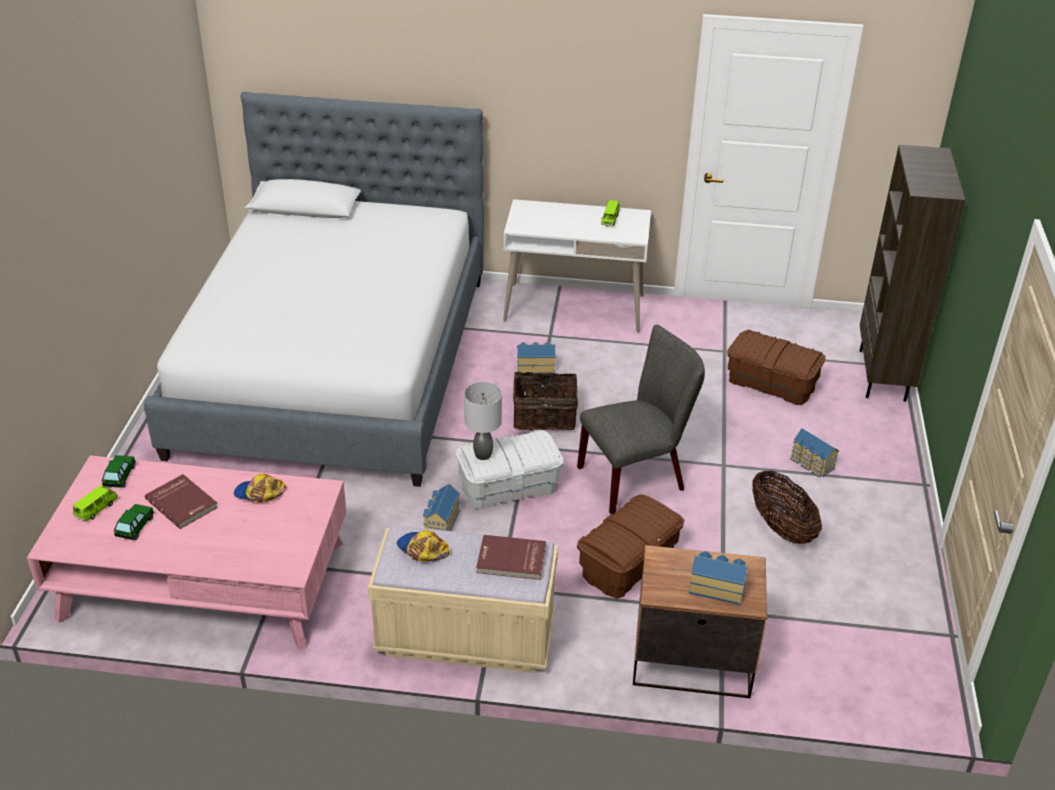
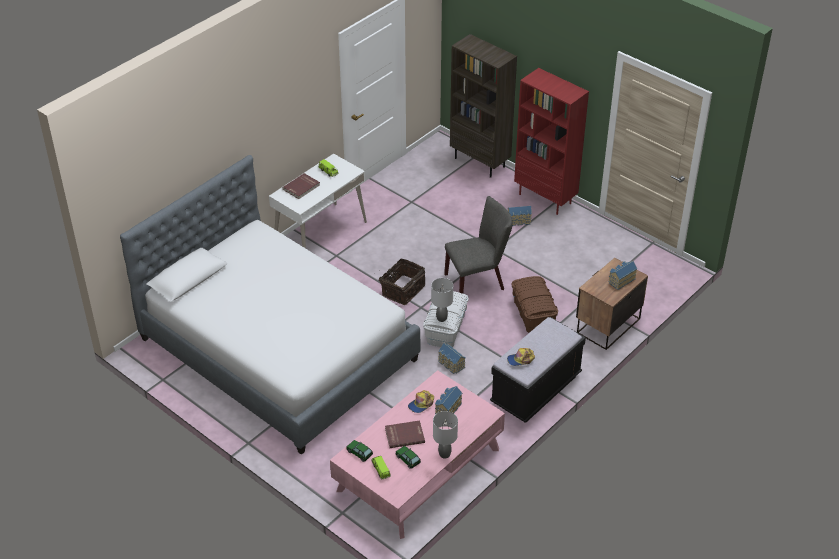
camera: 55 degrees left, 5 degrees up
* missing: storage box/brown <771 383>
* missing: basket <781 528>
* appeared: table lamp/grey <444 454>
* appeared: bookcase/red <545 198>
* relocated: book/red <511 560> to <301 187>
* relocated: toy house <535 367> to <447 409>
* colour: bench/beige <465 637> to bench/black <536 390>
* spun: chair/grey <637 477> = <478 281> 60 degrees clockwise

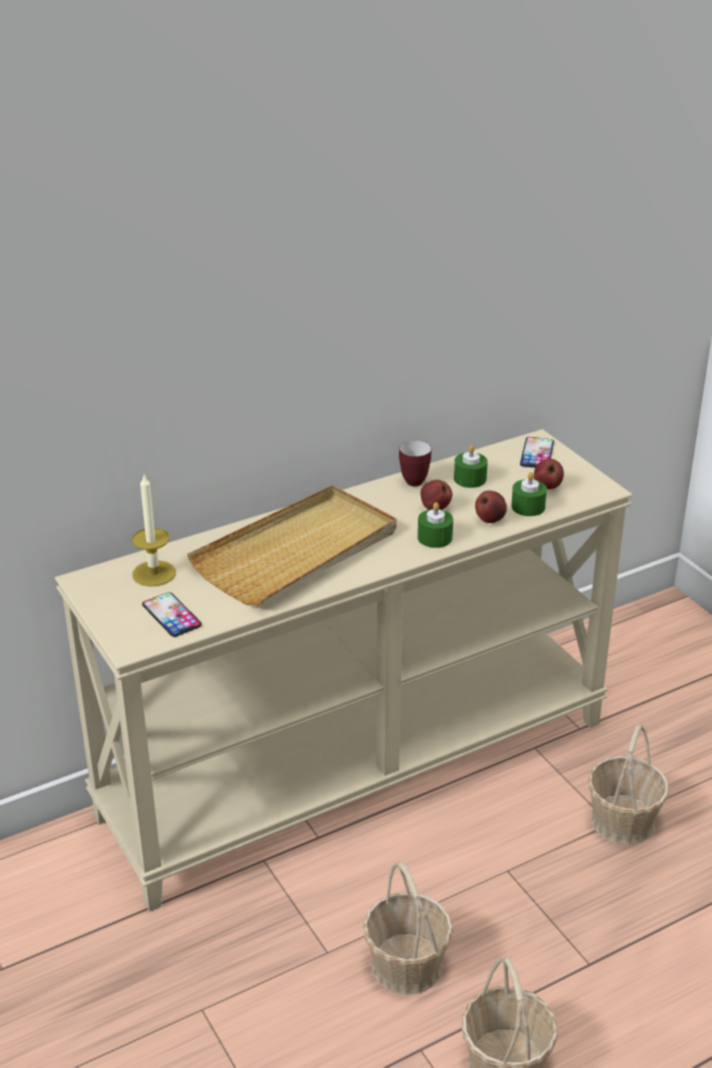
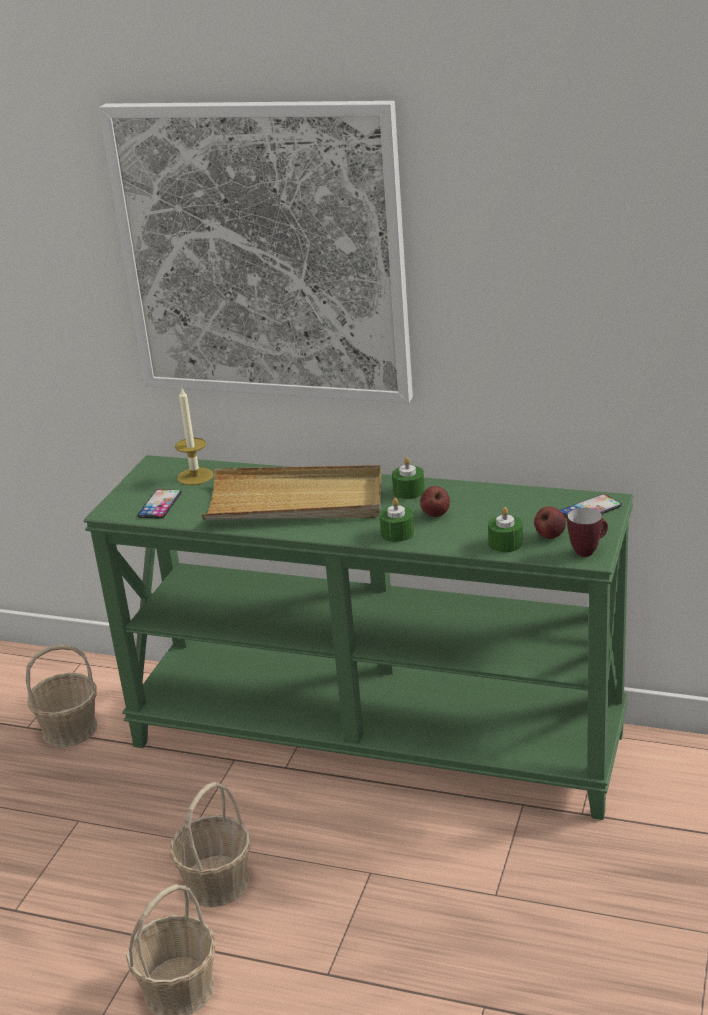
camera: 50 degrees right, 5 degrees down
* missing: apple <490 520>
* appeared: picture <262 253>
* relocated: mug <414 479> to <588 550>
* relocated: candle/green <470 479> to <408 491>
* relocated: basket <622 821> to <69 729>
* colour: console table/beige <356 766> to console table/green <376 738>

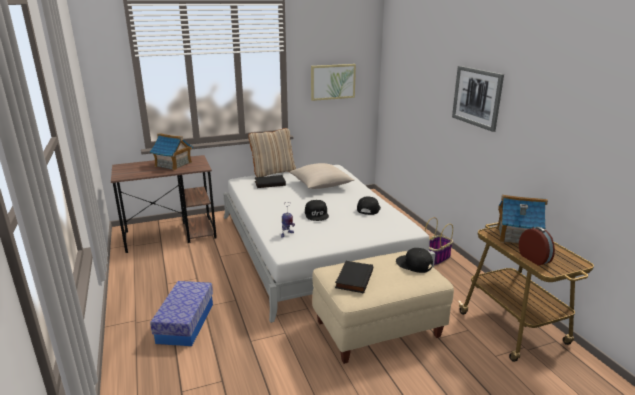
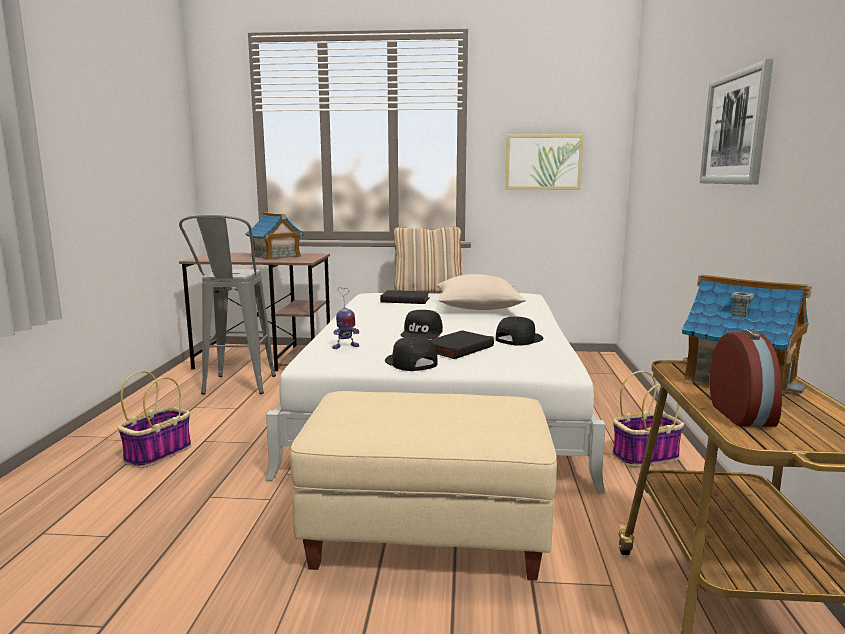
camera: 25 degrees right, 10 degrees down
* appeared: stool/grey <236 389>
* relocated: book/black <353 278> to <457 348>
* relocated: cap/black <414 264> to <410 362>
* exchanged: storage box <185 322> to basket <158 453>

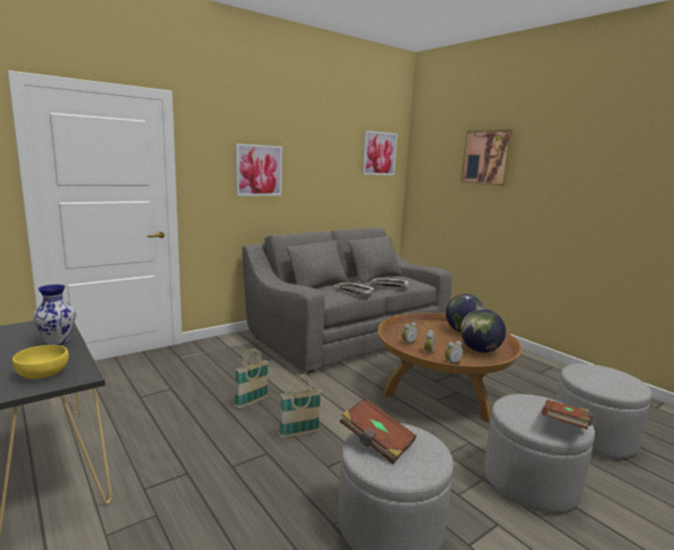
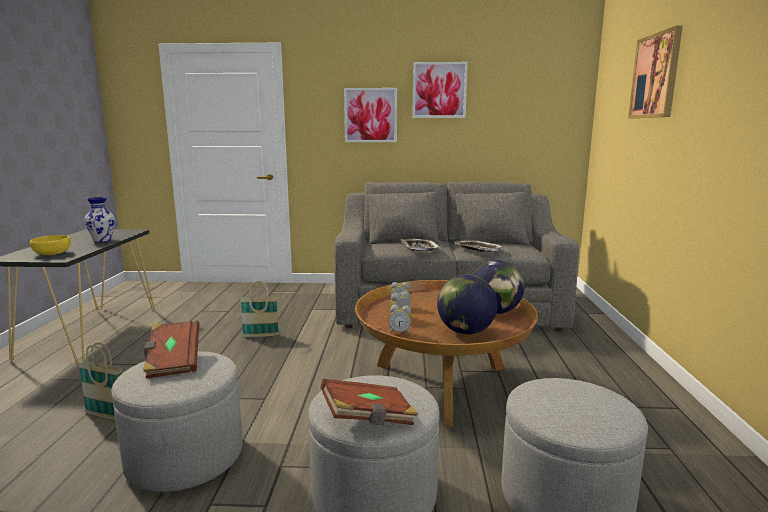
camera: 40 degrees right, 0 degrees up
* relocated: basket <299 433> to <107 416>
* relocated: picture <379 153> to <439 90>

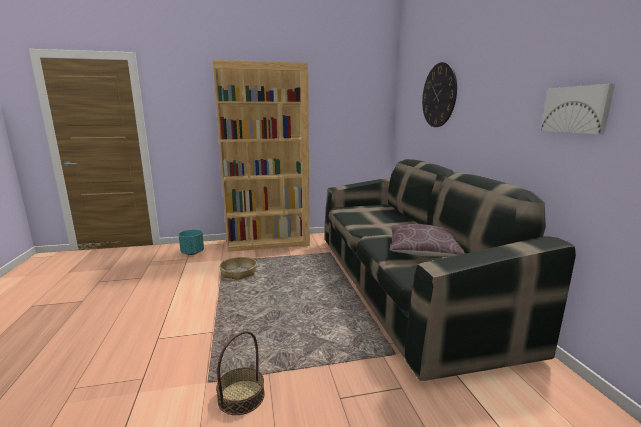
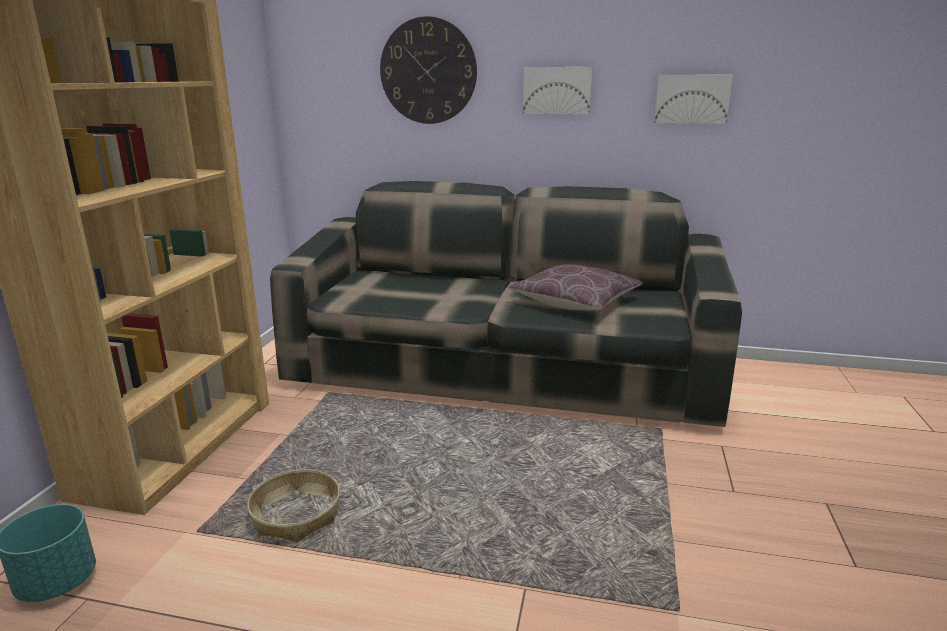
camera: 65 degrees left, 5 degrees up
* missing: basket <241 396>
* appeared: picture <557 90>

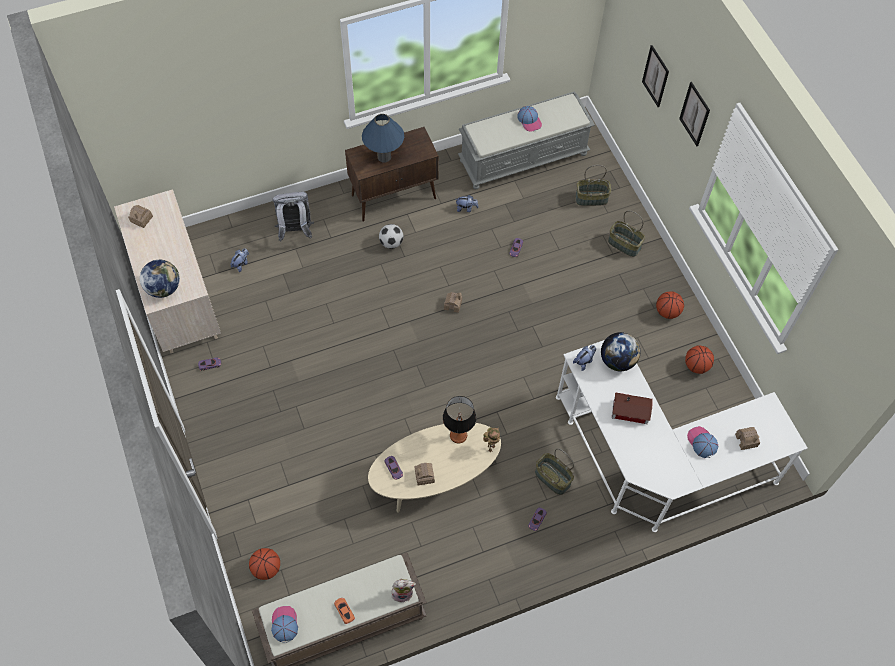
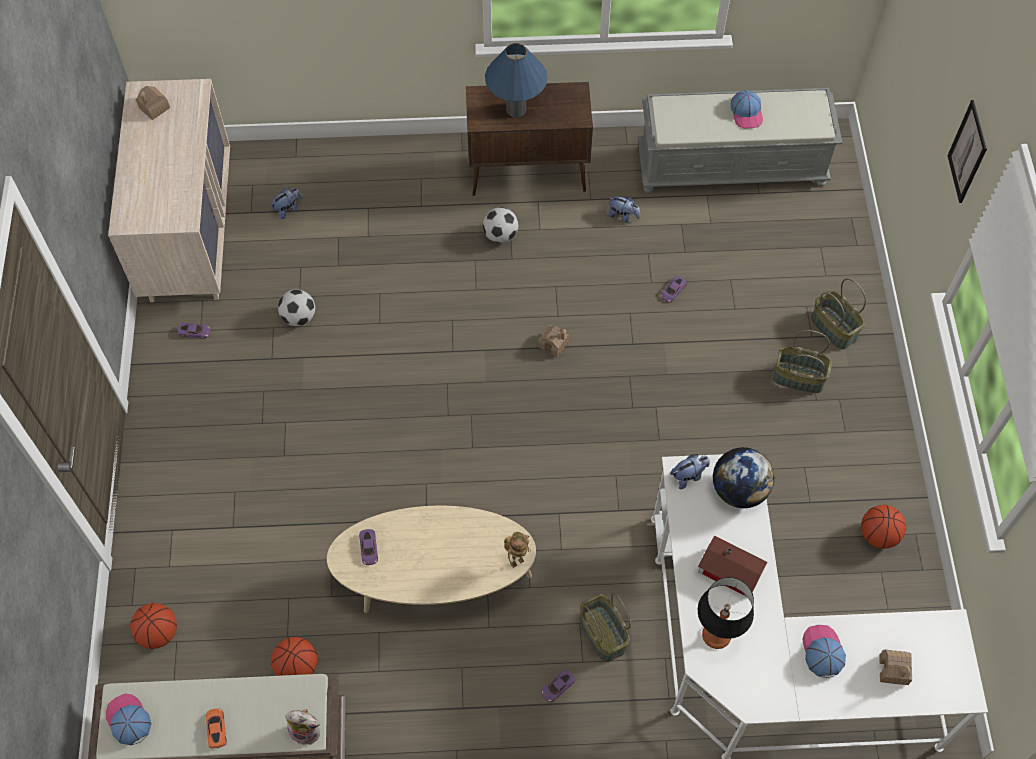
camera: 20 degrees right, 0 degrees up
* missing: globe <163 288>
* missing: backpack/grey <295 231>
* missing: toy house <424 476>
* missing: picture <655 76>
* appeared: football <299 317>
* relocated: table lamp <458 435> to <716 635>
* relocated: basket <591 199> to <798 378>
* relocated: basketball <667 312> to <297 667>
* spun: cap <284 624> = <128 720> 45 degrees counterclockwise

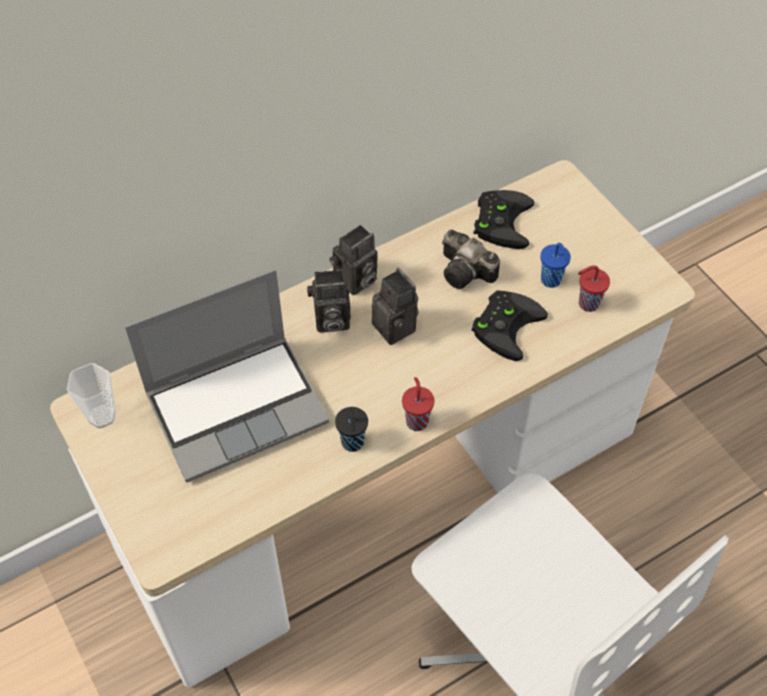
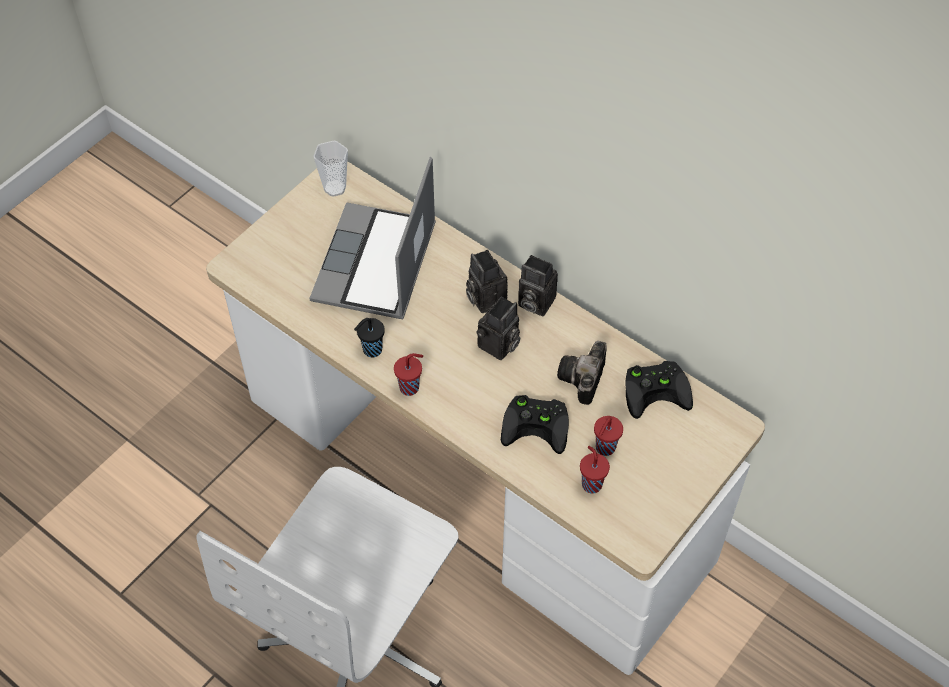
camera: 70 degrees right, 0 degrees up
* colour: cup/blue <551 281> to cup/red <604 448>
* spun: laptop <238 406> = <376 265> 60 degrees clockwise

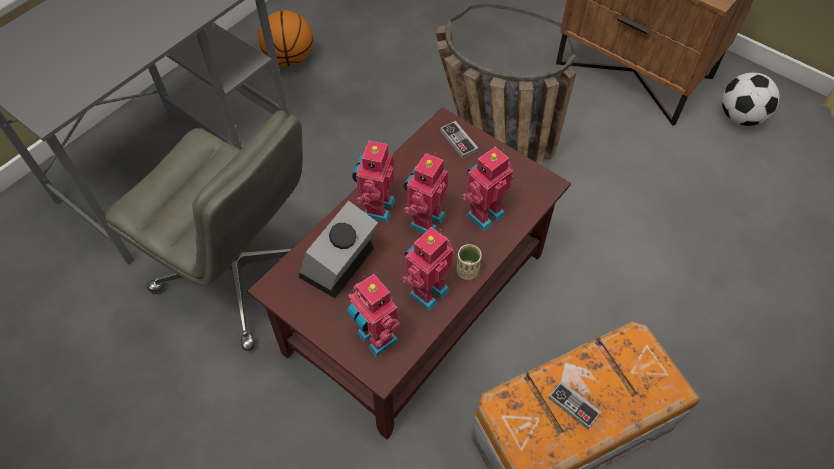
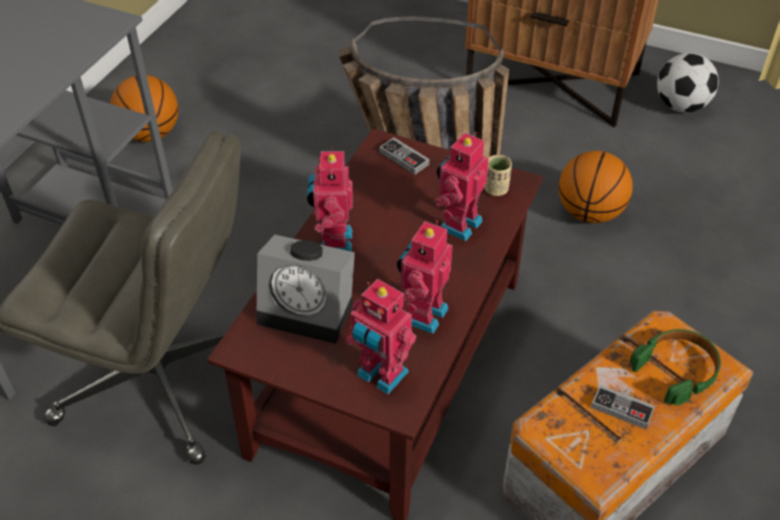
camera: 15 degrees left, 10 degrees down
* missing: toy robot <425 220>
* appeared: basketball <589 213>
* appeared: headphones/green <676 370>
* relocated: cup/beige <467 271> to <496 189>
* spun: alarm clock <338 266> = <310 310> 90 degrees counterclockwise

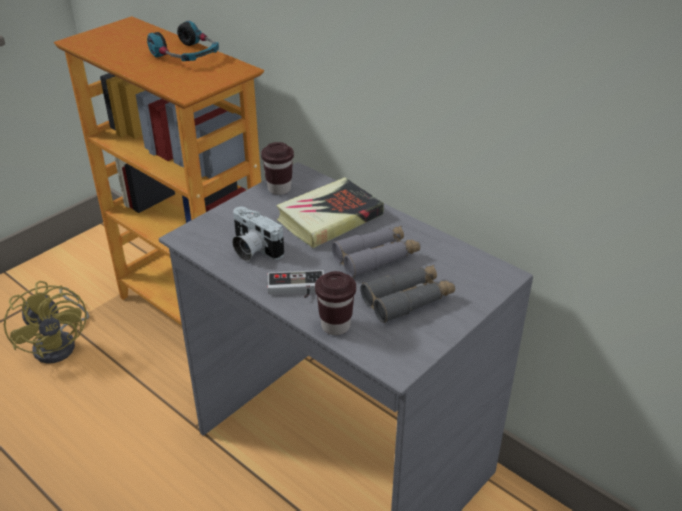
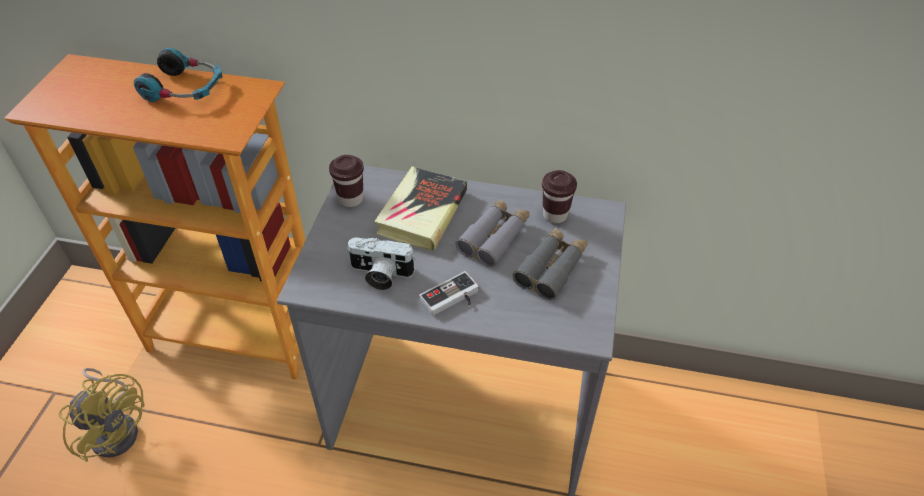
camera: 30 degrees left, 10 degrees up
* relocated: cup/brown <335 326> to <555 215>

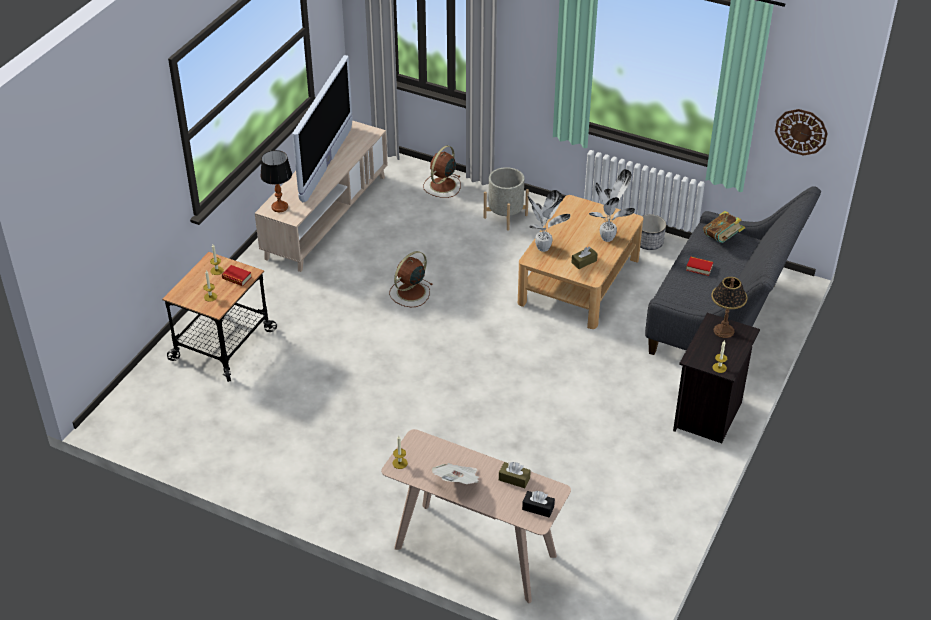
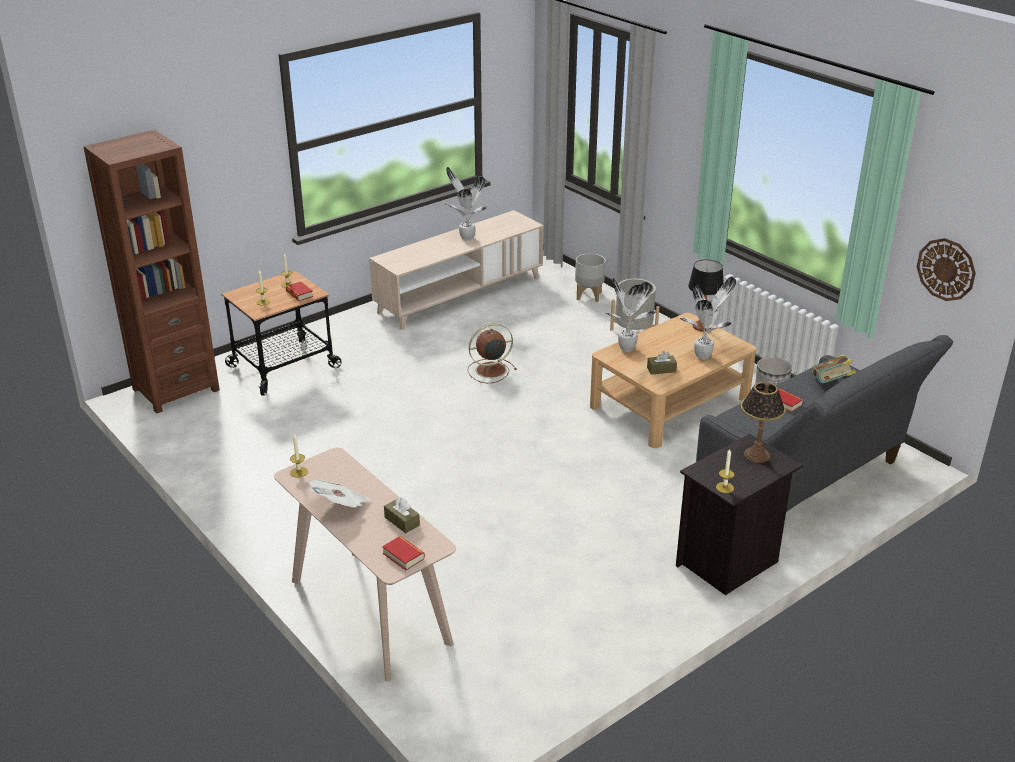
camera: 25 degrees right, 10 degrees down
* appeared: bookcase/brown <176 389>
* relocated: table lamp <279 207> to <701 326>
* exchanged: television <327 164> to potted plant <466 238>
* exchanged: fan/brown <442 185> to planter/grey <589 296>
* exchanged: tissue box/black <538 508> to book <403 556>

